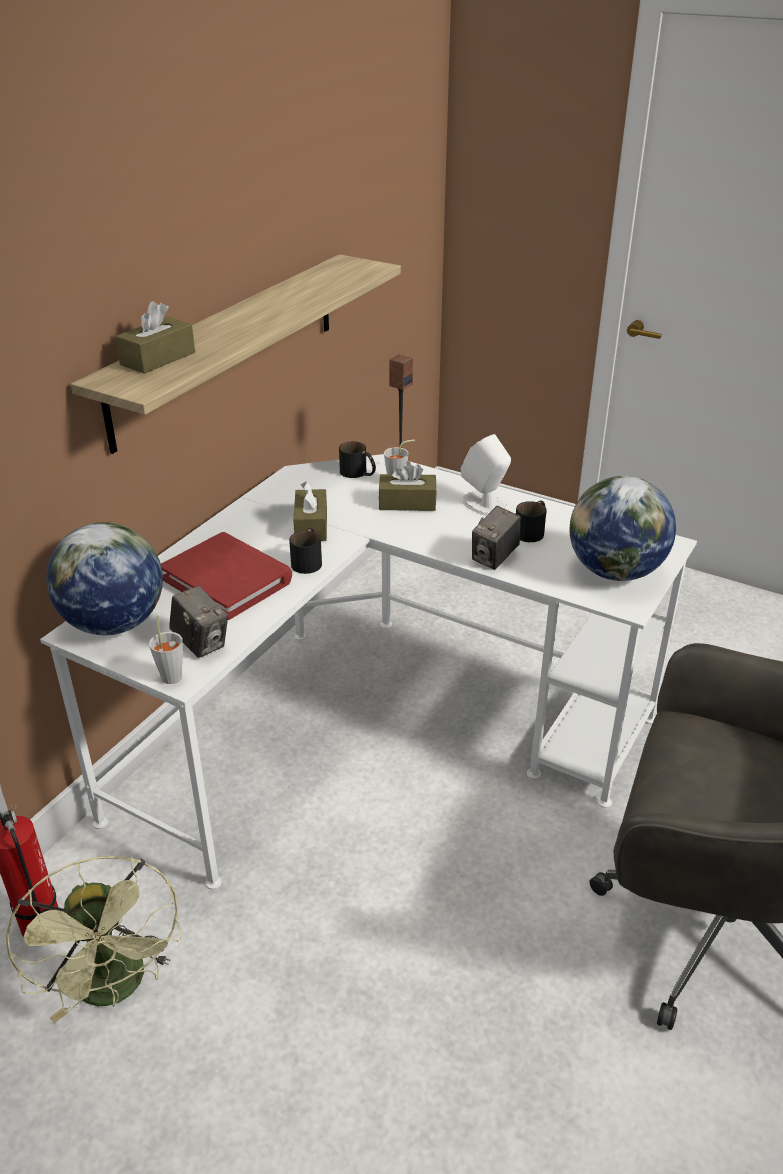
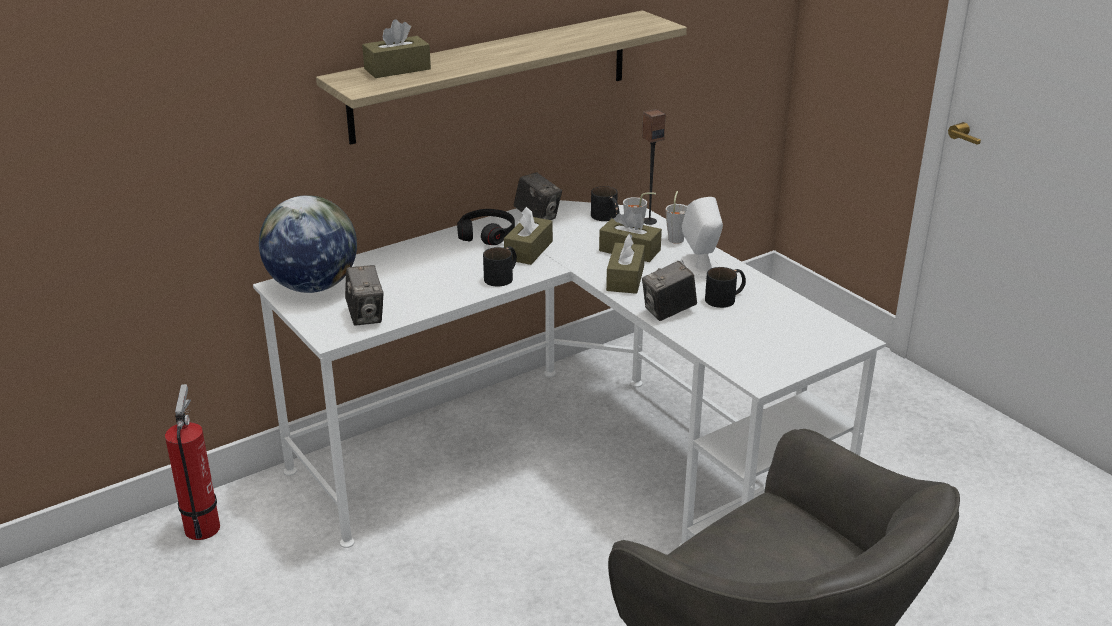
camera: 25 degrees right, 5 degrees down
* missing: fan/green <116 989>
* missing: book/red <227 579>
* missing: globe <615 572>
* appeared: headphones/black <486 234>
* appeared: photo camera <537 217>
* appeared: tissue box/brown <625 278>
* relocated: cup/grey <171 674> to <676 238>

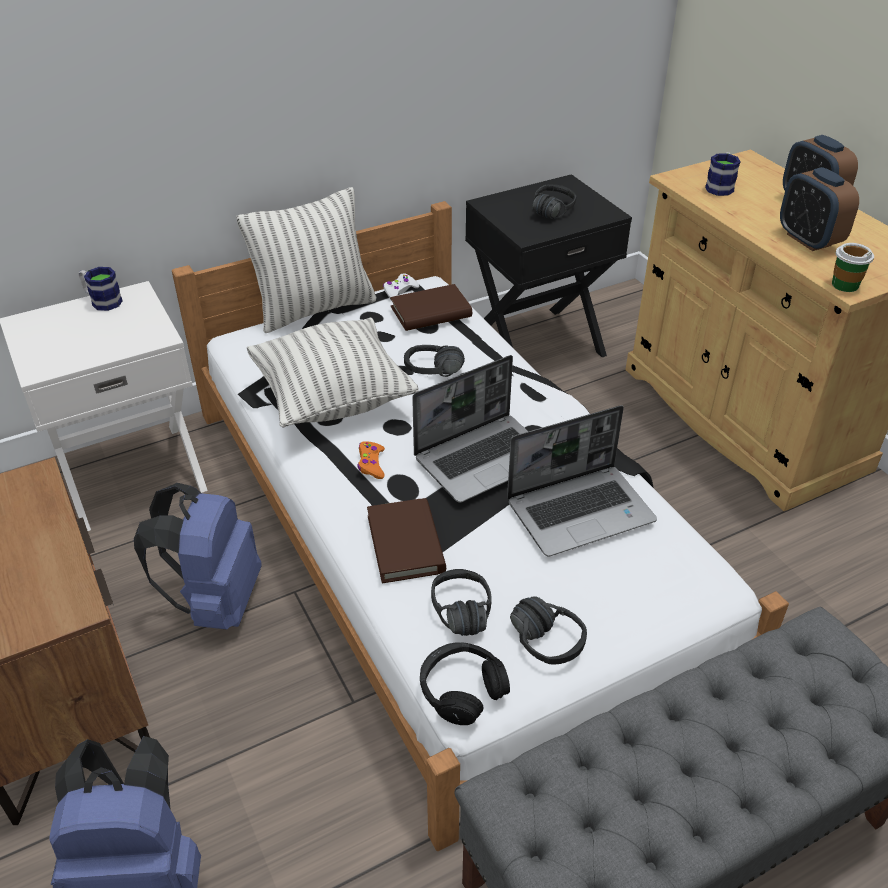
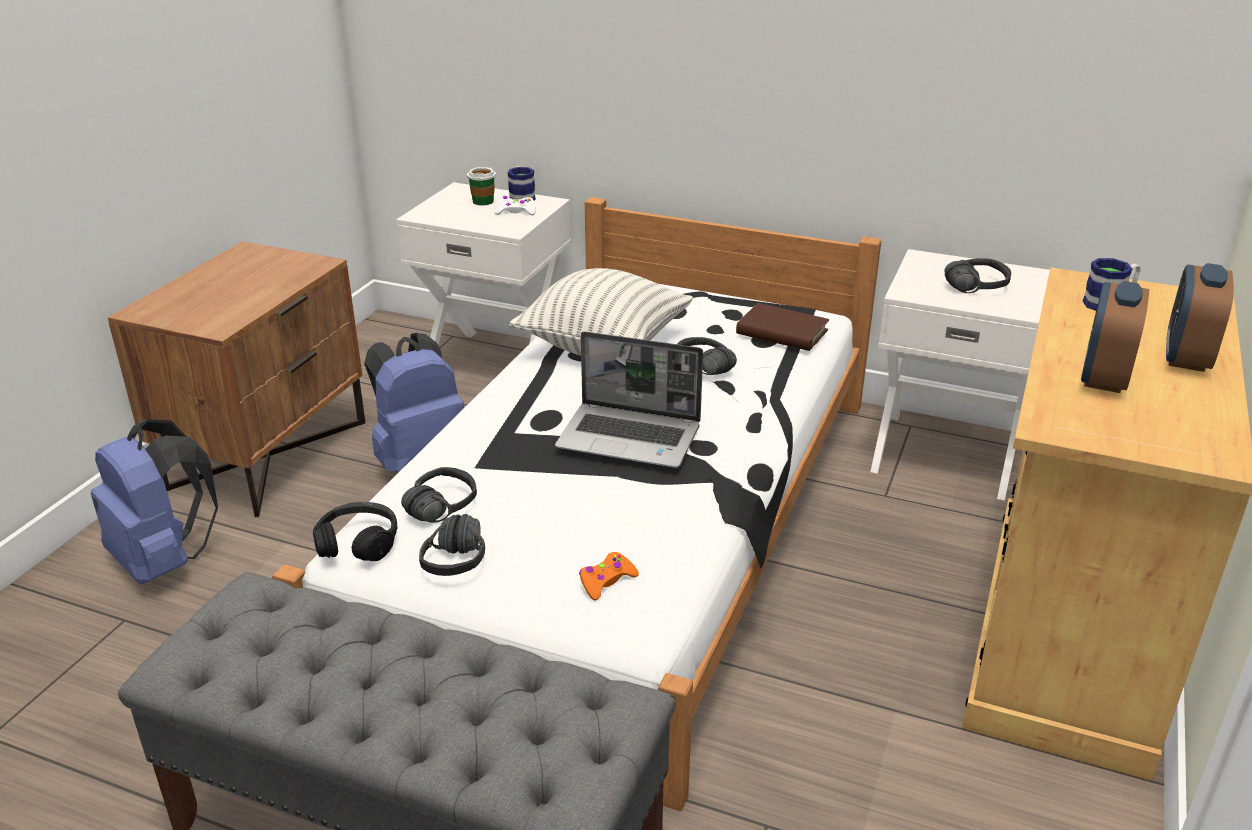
camera: 50 degrees right, 10 degrees down
* missing: pillow <315 309>
* missing: book/brown <406 544>
* missing: laptop <581 510>
* relocated: game controller/orange <371 464> to <606 581>
* relocated: game controller/white <399 291> to <515 212>
* relocated: cup <844 285> to <483 201>
* colour: nightstand/black <536 344> to nightstand/white <946 453>

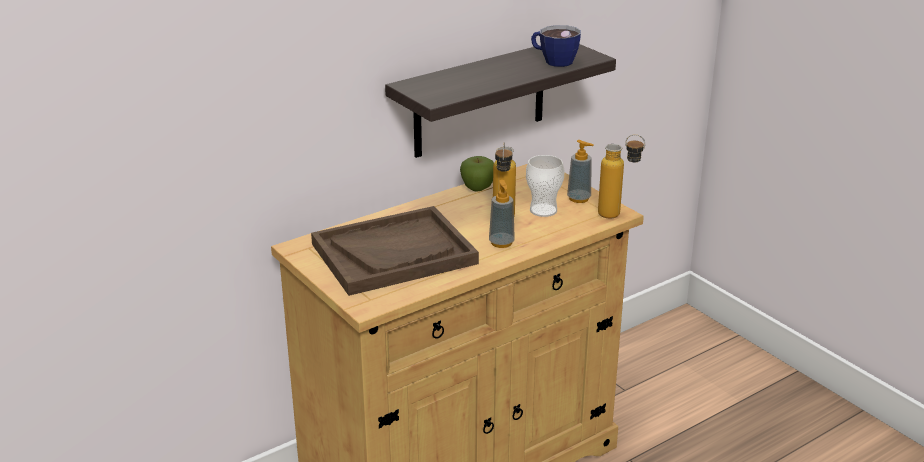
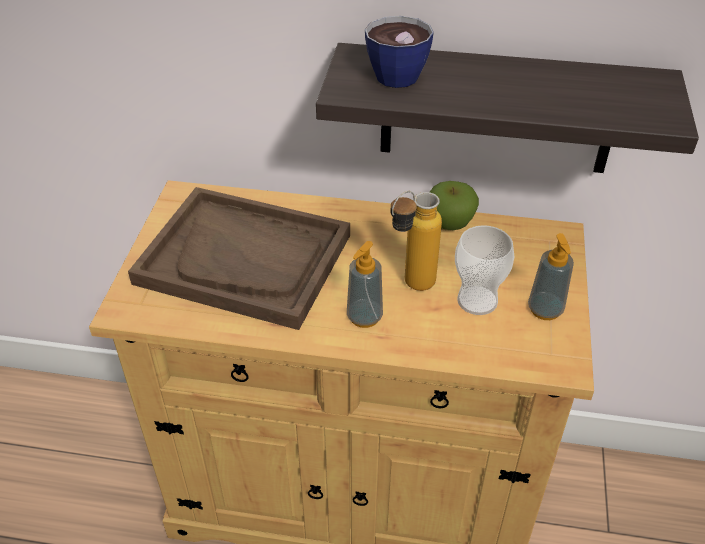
camera: 45 degrees right, 15 degrees up
* missing: bottle <618 215>
* relocated: cup <553 61> to <395 72>

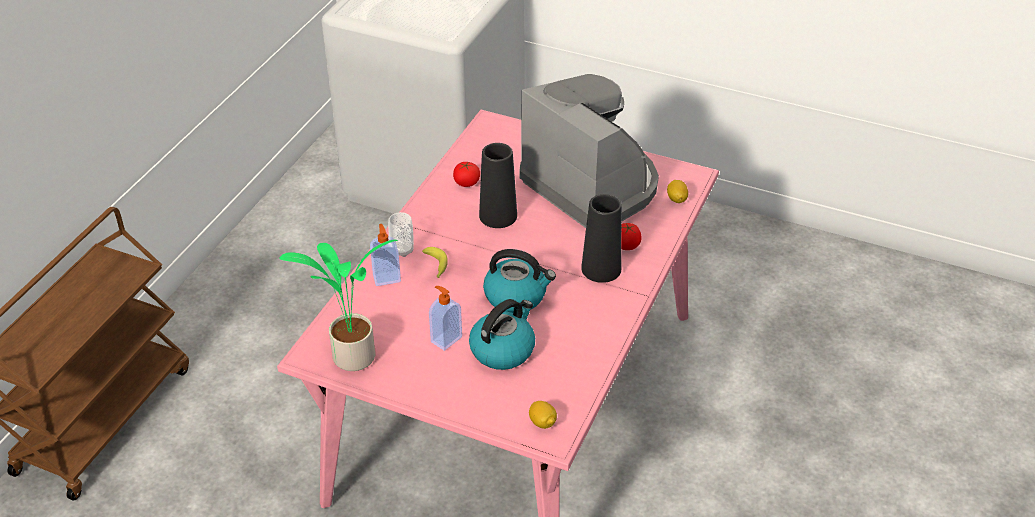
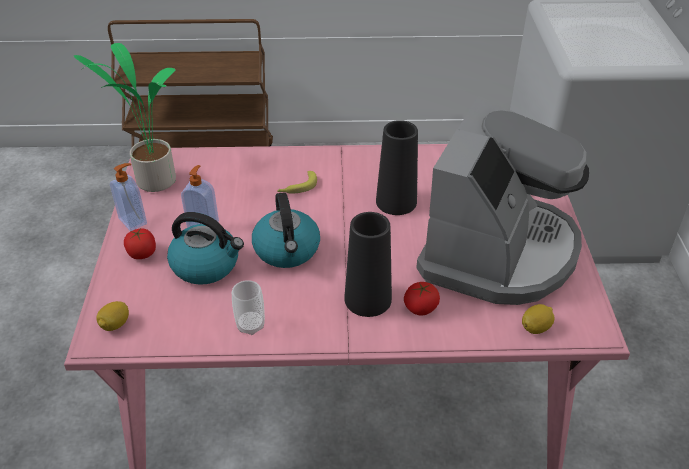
camera: 65 degrees right, 0 degrees up
* relocated: soap dispenser <386 277> to <134 221>
* relocated: cup <402 250> to <250 325>
* relocated: tomato <467 183> to <142 254>

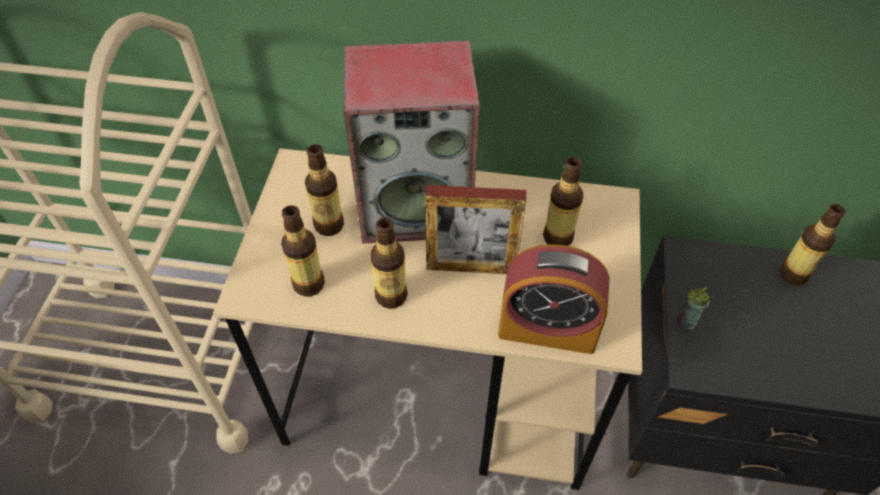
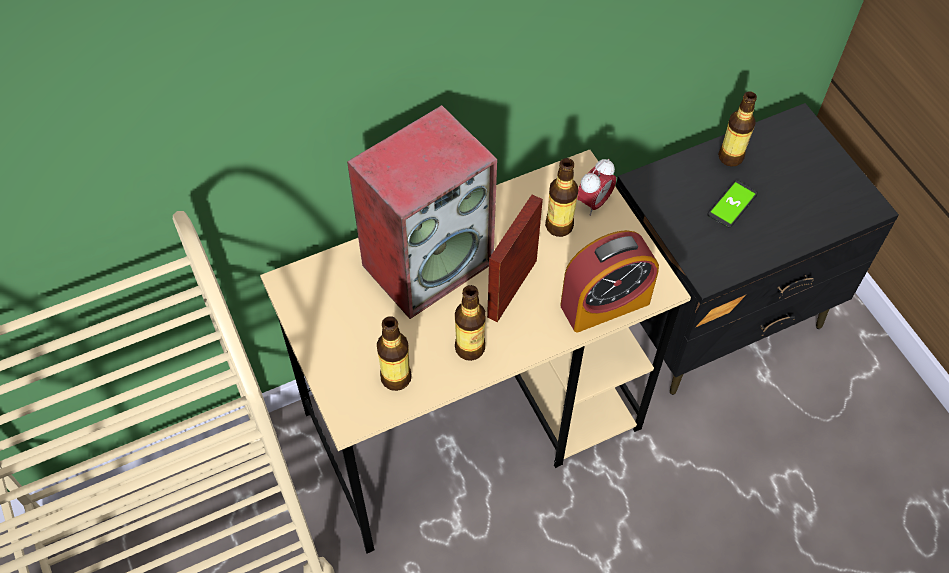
camera: 35 degrees left, 5 degrees up
* missing: bottle <329 225>
* missing: cup <686 322>
* appeared: alarm clock <593 203>
* appeared: phone <732 204>
* spun: picture frame <471 267> = <512 288> 150 degrees clockwise

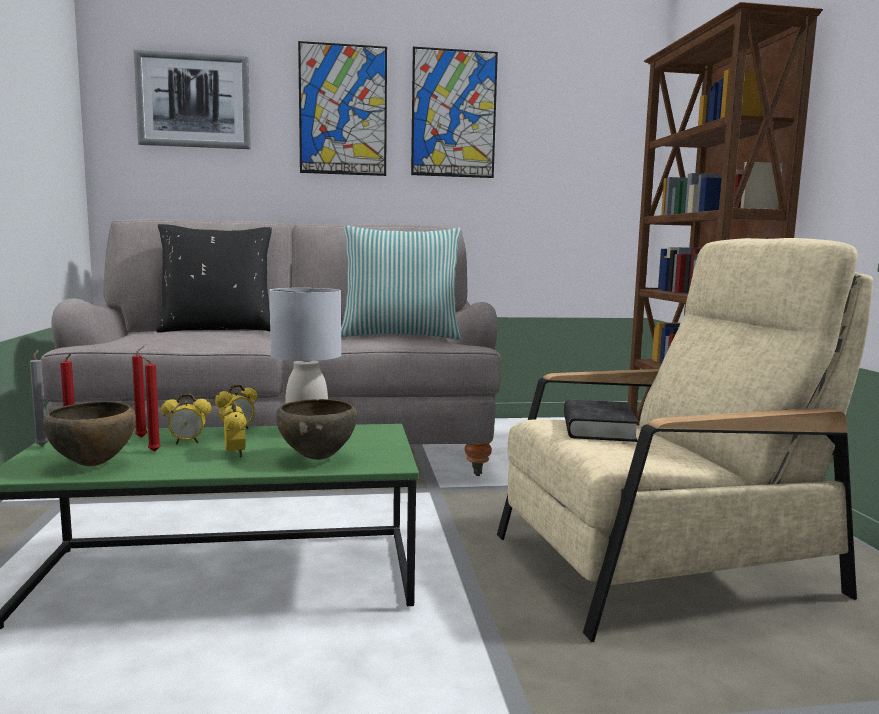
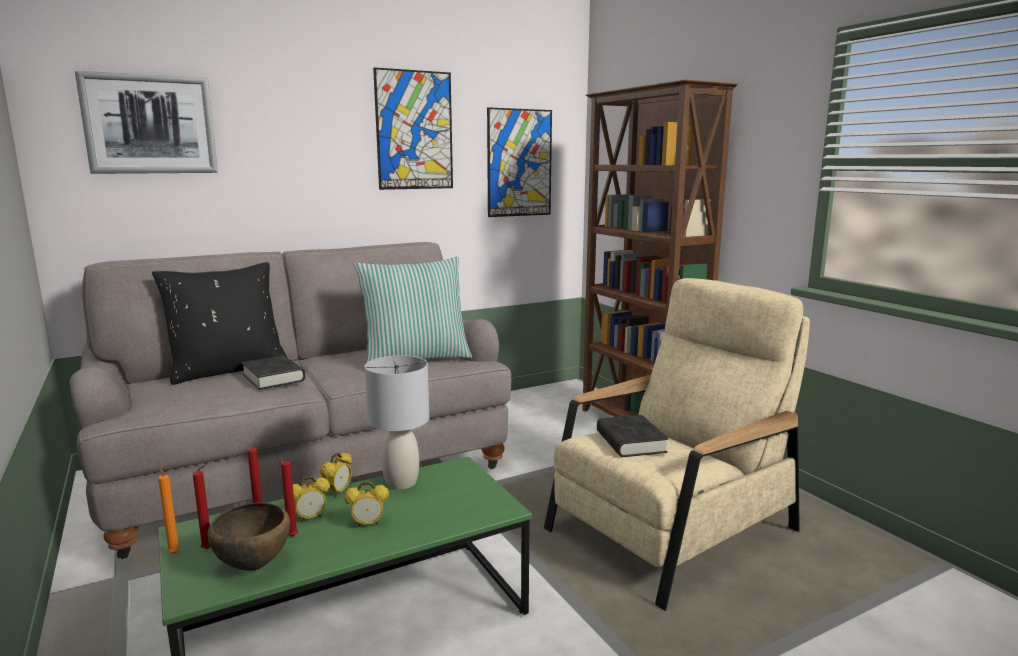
camera: 20 degrees left, 5 degrees up
* missing: bowl/brown <318 458>
* appeared: book/black <273 378>
* relocated: picture <343 110> to <519 163>
* colour: candle/grey <43 446> to candle/orange <174 552>
* spun: alarm clock <235 454> = <368 524> 120 degrees clockwise

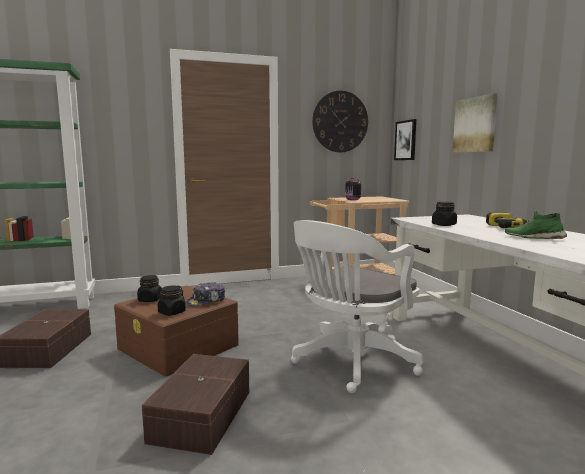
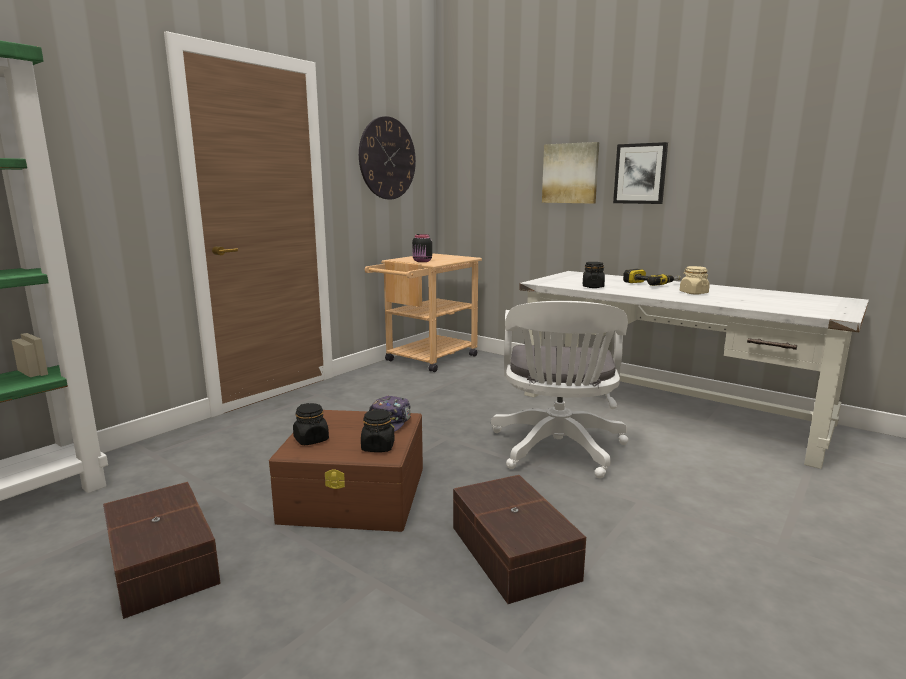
camera: 35 degrees left, 5 degrees up
* relocated: picture <406 140> to <640 173>
* exchanged: shoe/green <534 238> to jar/beige <693 293>

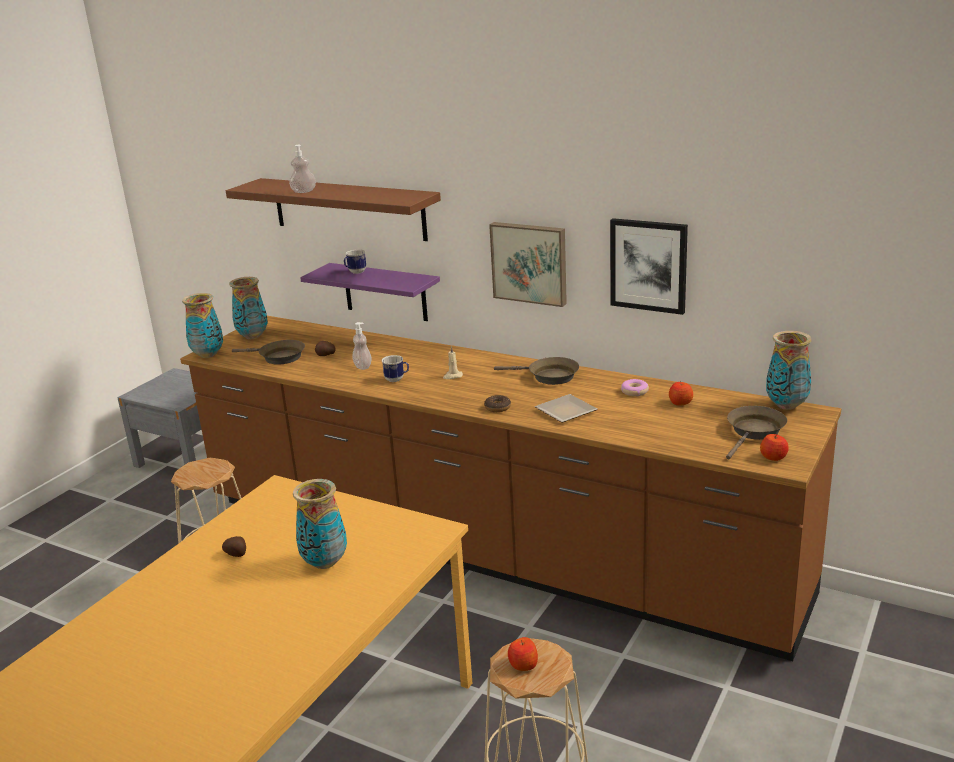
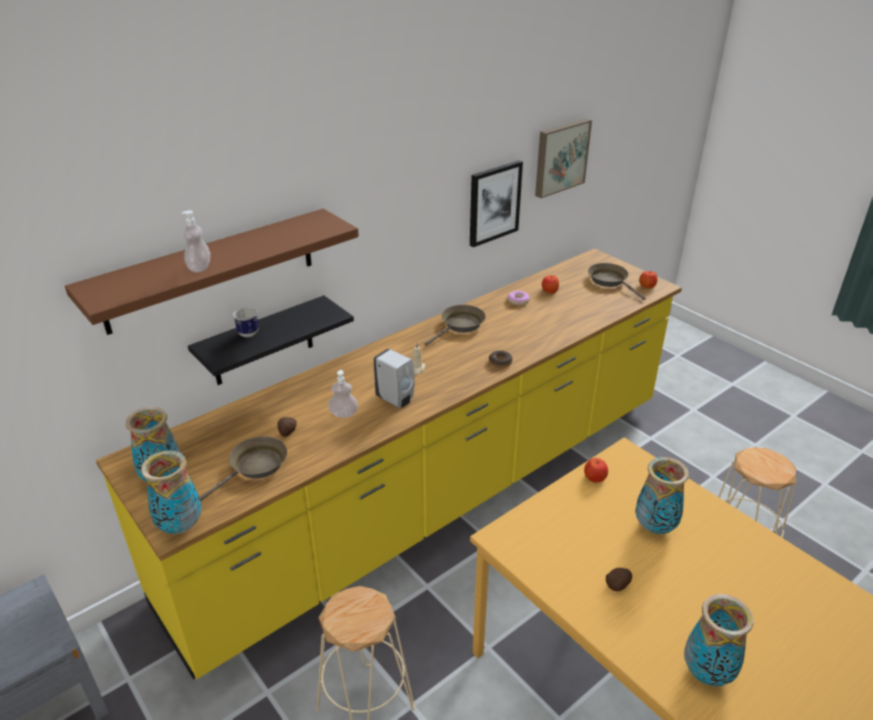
camera: 70 degrees left, 10 degrees up
* missing: plate <565 412>
* relocated: picture <530 262> to <560 157>
* relocated: apple <523 665> to <595 478>
* relocated: vase <787 406> to <707 672>
* exchanged: mug <397 379> to soap dispenser/white <396 399>
* colour: counter/brown <487 549> to counter/yellow <436 495>
* colour: shelf/purple <385 292> to shelf/black <262 342>

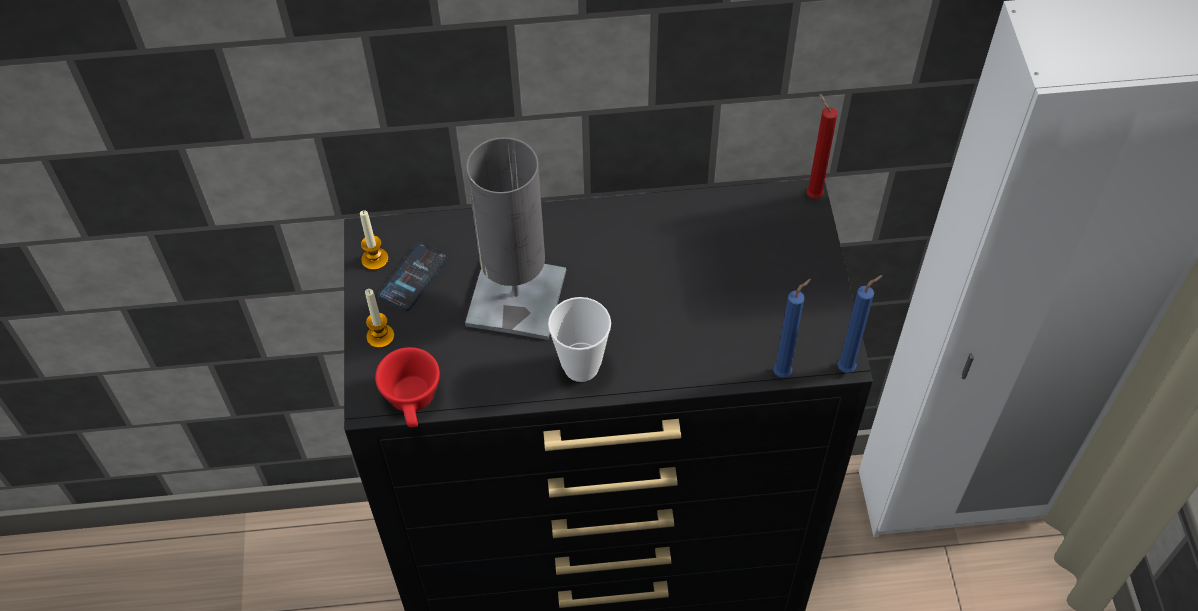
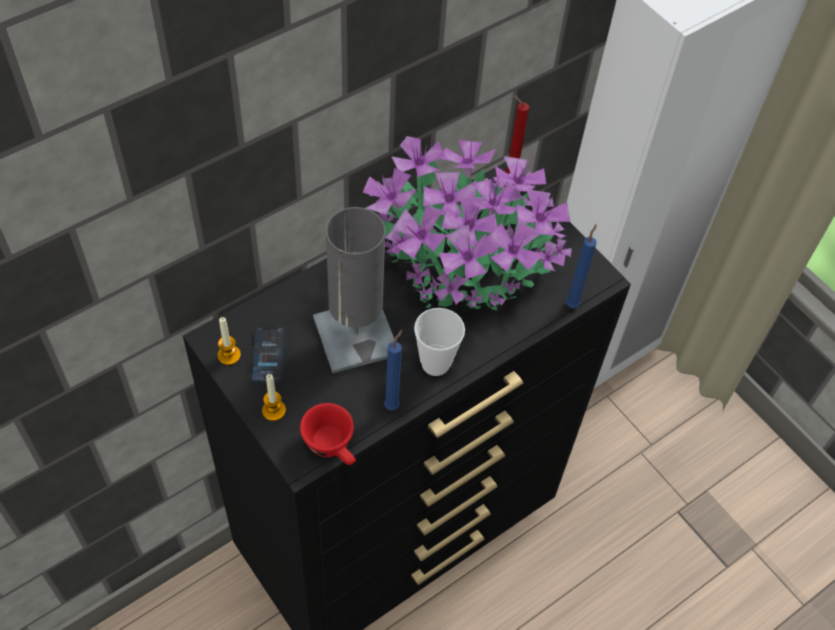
camera: 35 degrees left, 0 degrees up
* appeared: potted plant <464 262>
* relocated: candle/blue <848 367> to <393 404>

